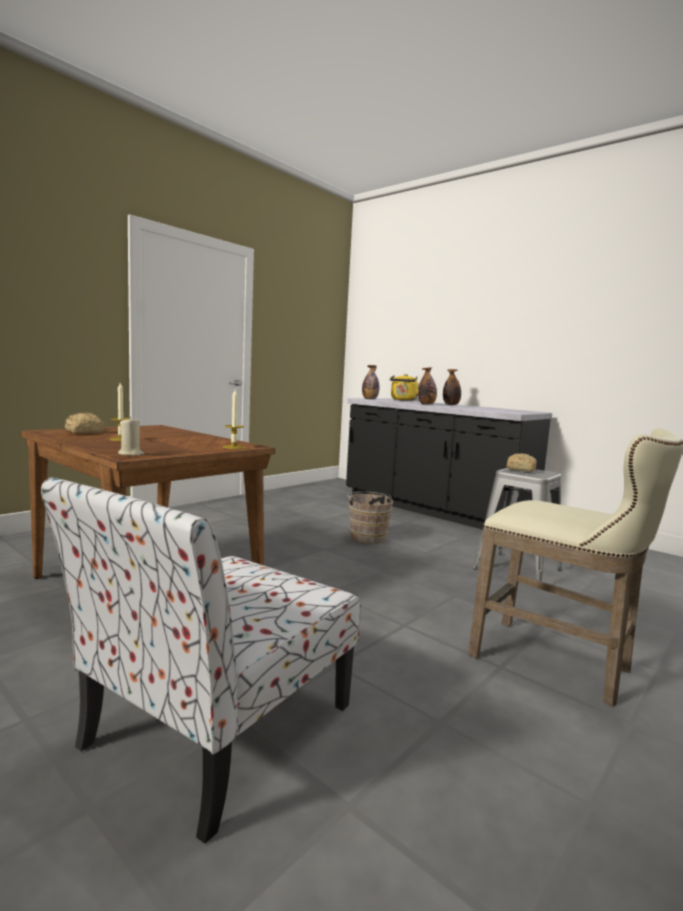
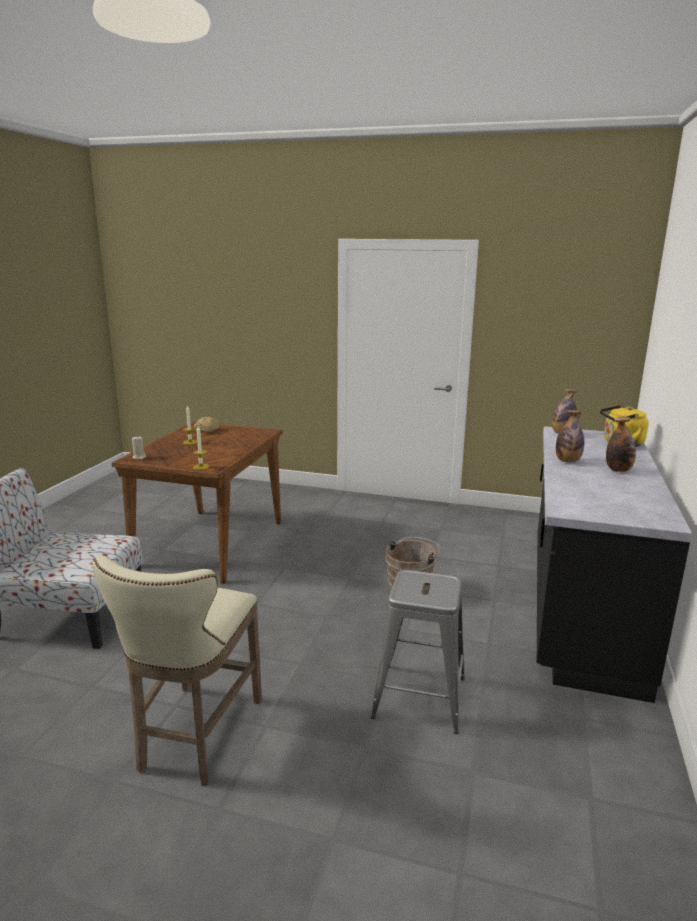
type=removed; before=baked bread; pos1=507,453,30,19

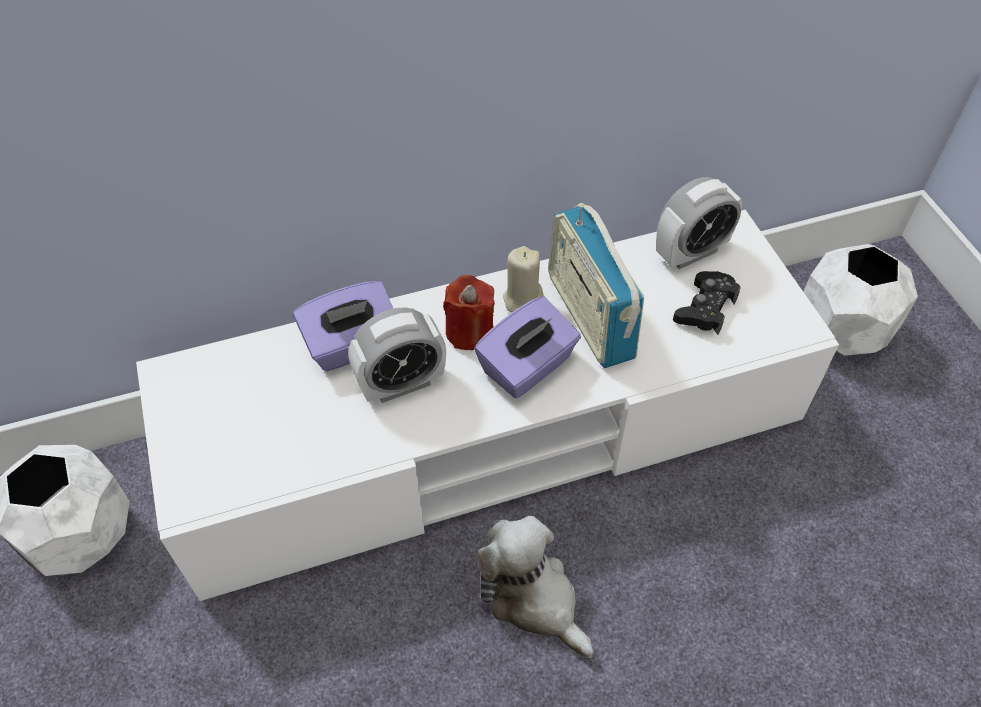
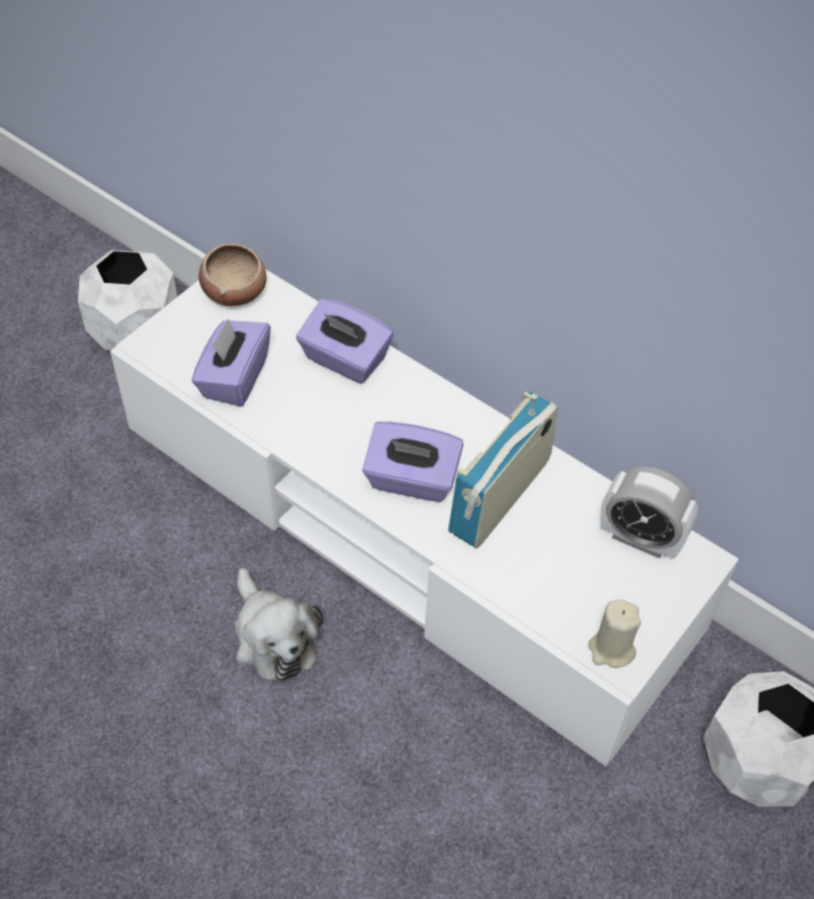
type=removed; before=bedside clock; pos1=348,307,98,96
type=removed; before=candle (red-coloured); pos1=443,275,52,75
type=turned; before=soft toy; pos1=477,516,117,142; pos2=235,568,88,115; turn=135
type=moved; before=candle (beige-coloured); pos1=503,246,40,66; pos2=588,600,53,68
type=removed; before=gamepad (black); pos1=673,271,68,64
type=added; after=box of tissues (purplish); pos2=192,319,79,88
type=added; after=bowl; pos2=199,243,68,63

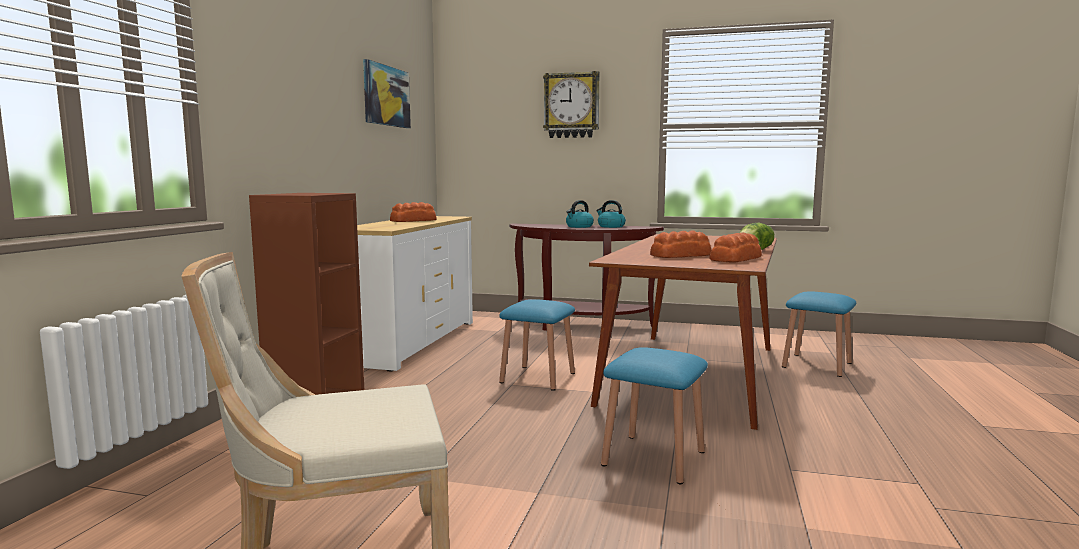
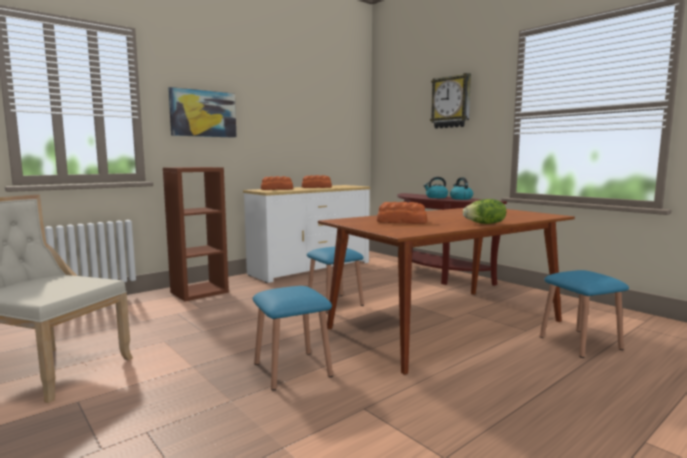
type=moved; before=wall art; pos1=363,59,48,69; pos2=168,87,69,51
type=moved; before=baked bread; pos1=709,232,53,30; pos2=261,176,32,14

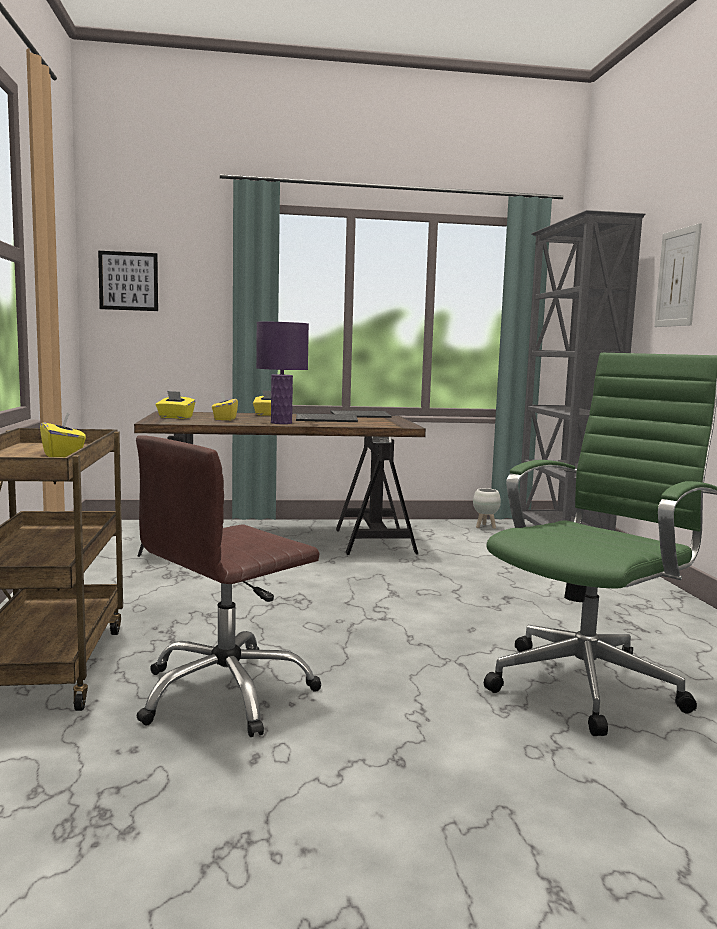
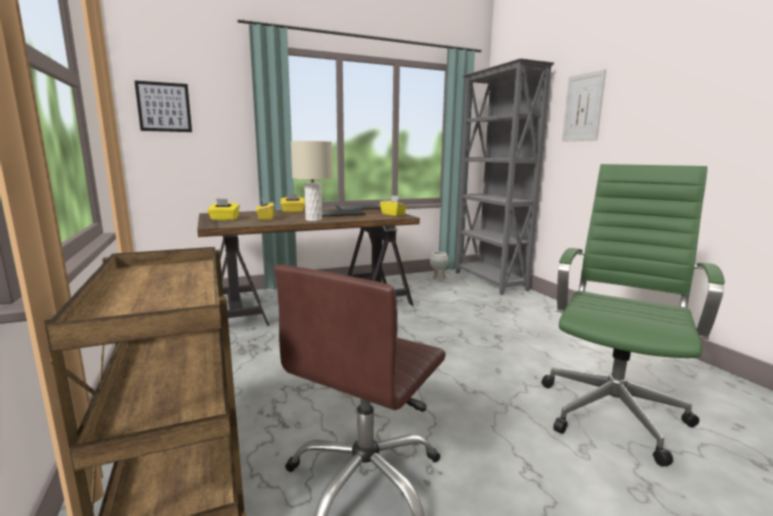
type=moved; before=box of tissues (yellowish); pos1=40,413,46,44; pos2=380,195,27,21
type=recoloured; before=tabletop lamp (purplish); after=tabletop lamp (beige-coloured); pos1=256,322,53,102; pos2=291,141,42,80

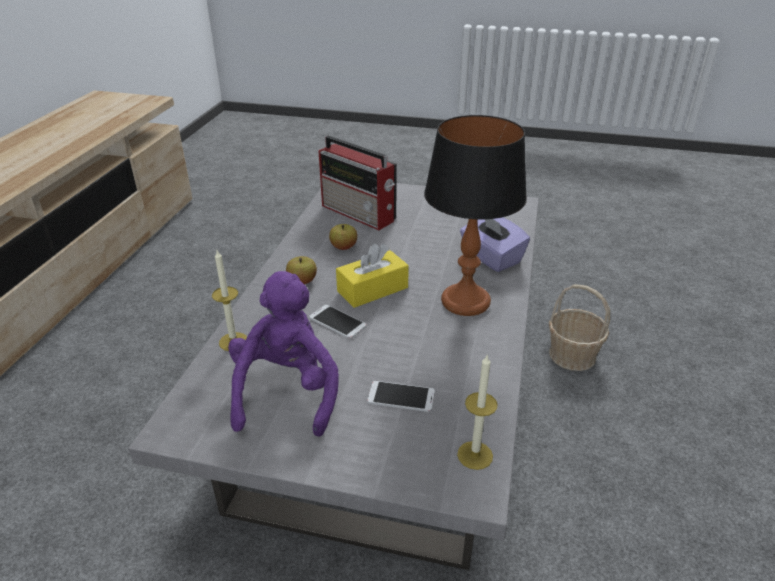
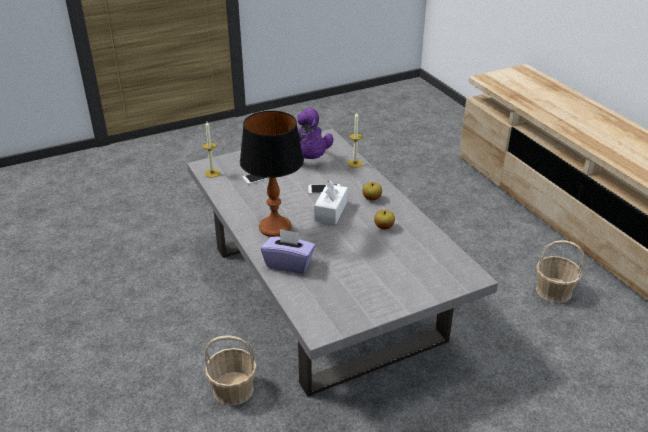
type=removed; before=radio receiver; pos1=319,136,78,94
type=recoloured; before=box of tissues (yellowish); after=box of tissues (white-coloured); pos1=336,244,73,64; pos2=314,180,34,45
type=added; after=basket; pos2=536,240,48,63

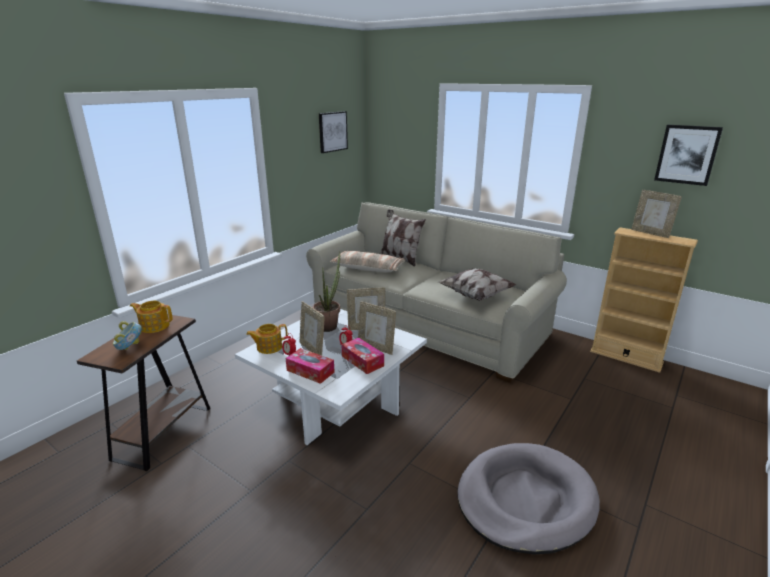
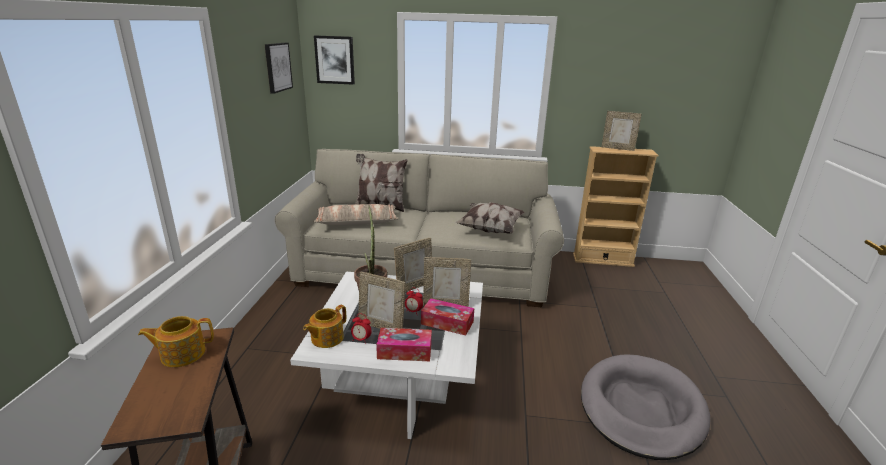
type=removed; before=bowl; pos1=113,321,29,29
type=moved; before=wall art; pos1=654,125,69,61; pos2=314,36,41,49

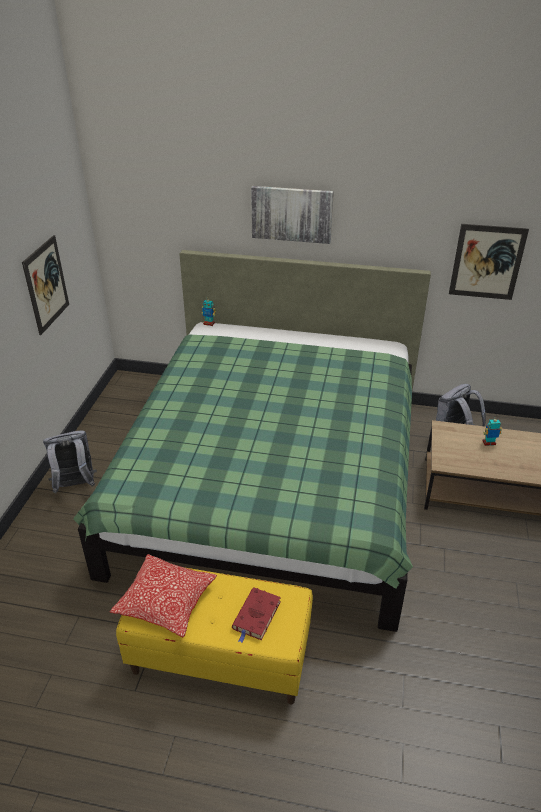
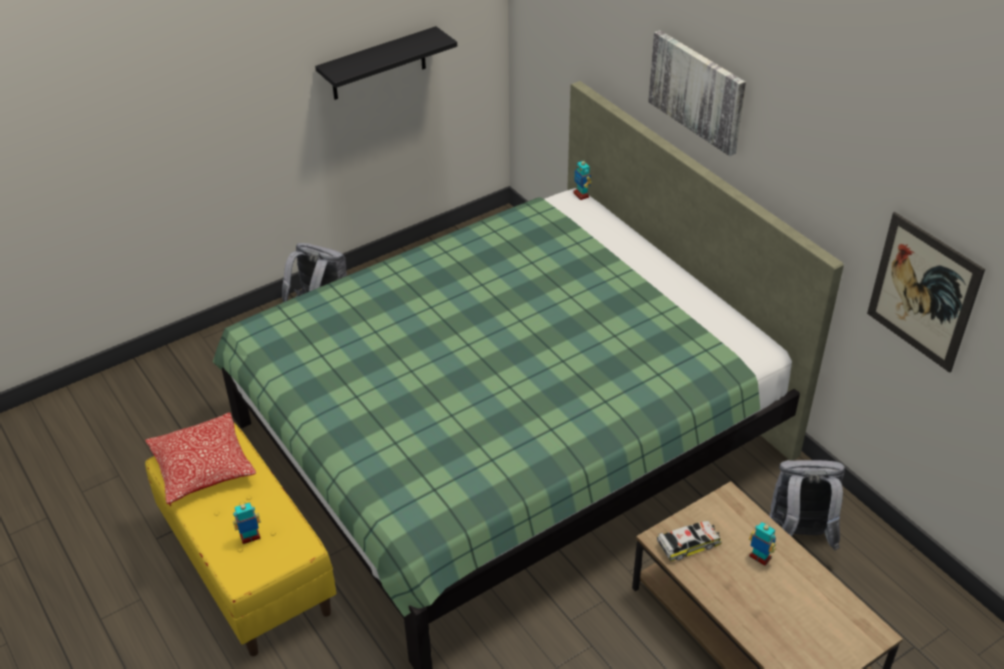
type=replaced; before=wall art; after=shelf (black); pos1=22,235,47,100; pos2=315,26,142,74
type=replaced; before=book (red-coloured); after=robot figure; pos1=232,587,49,56; pos2=233,502,28,42
type=added; after=toy car; pos2=657,521,65,41

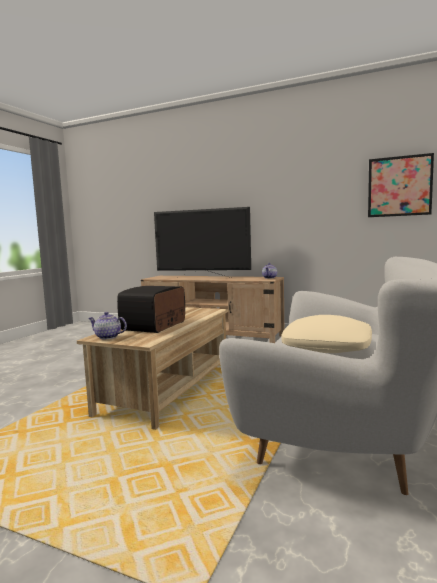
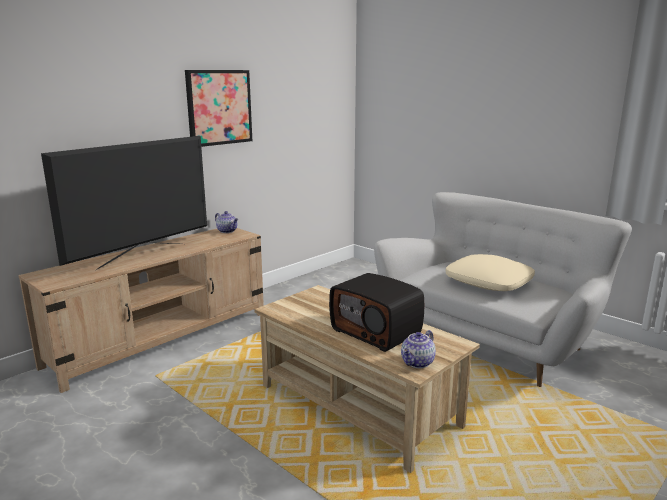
type=moved; before=wall art; pos1=368,153,66,64; pos2=185,70,67,77

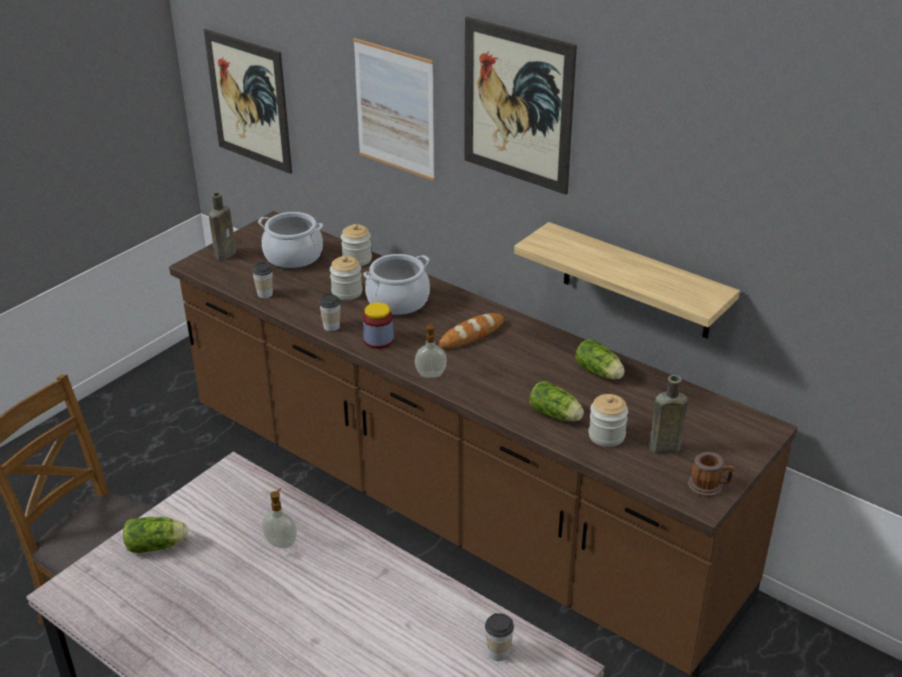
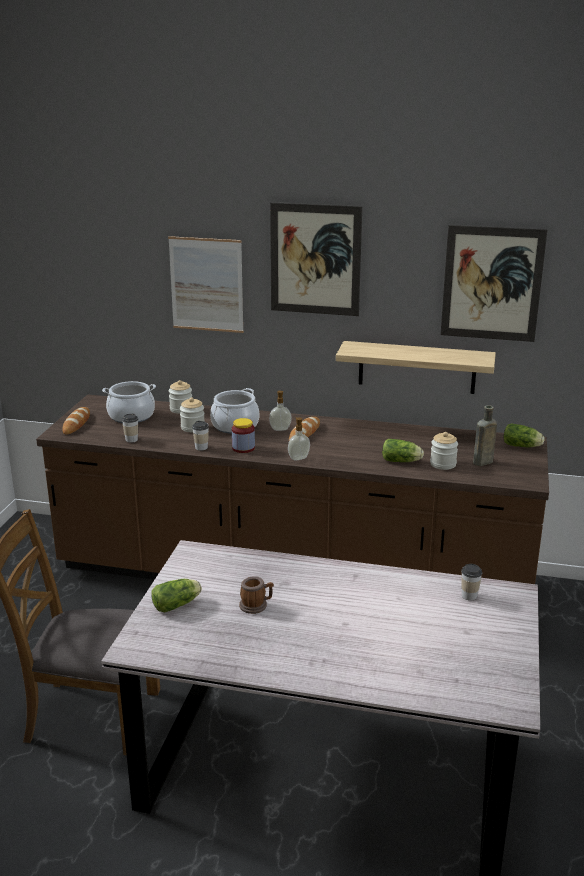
type=moved; before=wall art; pos1=204,29,88,145; pos2=440,225,108,117
type=replaced; before=bottle (brown); after=baked bread; pos1=209,192,27,69; pos2=62,407,28,28
type=moved; before=soap bottle; pos1=262,488,35,60; pos2=269,390,23,41
type=moved; before=head of lettuce; pos1=575,339,50,41; pos2=504,423,40,24
type=moved; before=coffee mug; pos1=688,452,47,45; pos2=239,576,35,38

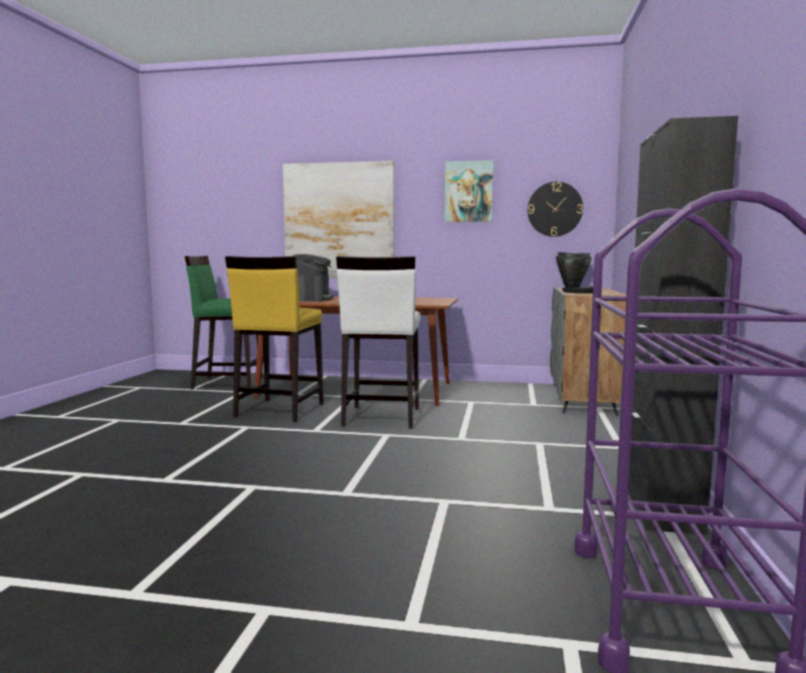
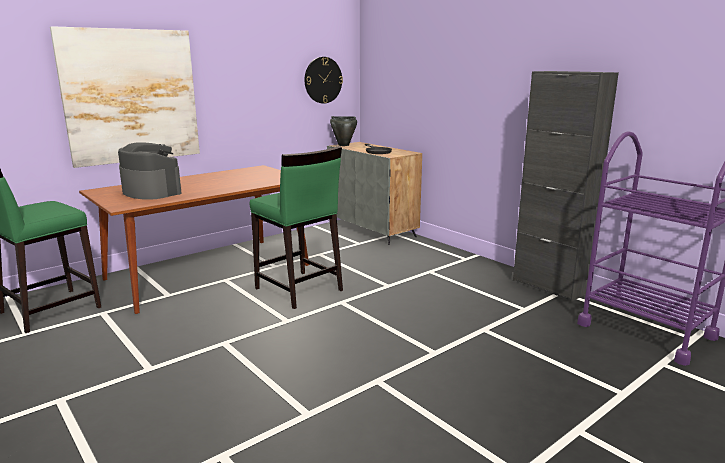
type=removed; before=stool (yellowish); pos1=225,256,99,166
type=recoloured; before=stool (white-coloured); after=stool (greenish); pos1=336,256,85,173; pos2=250,146,93,163
type=removed; before=wall art; pos1=444,160,49,62

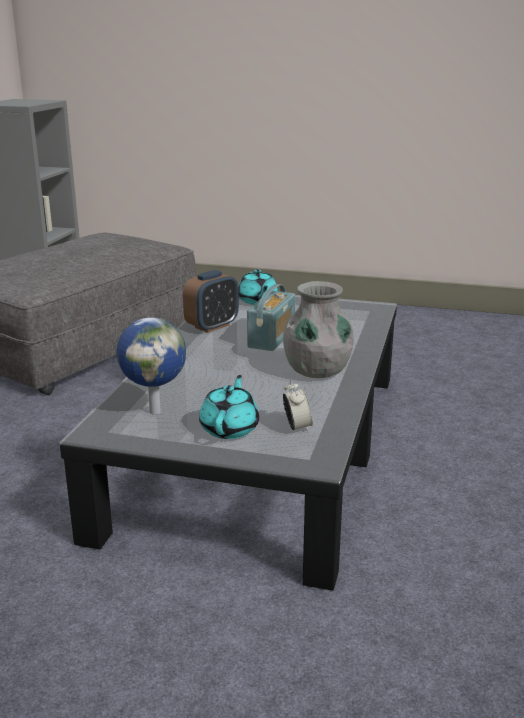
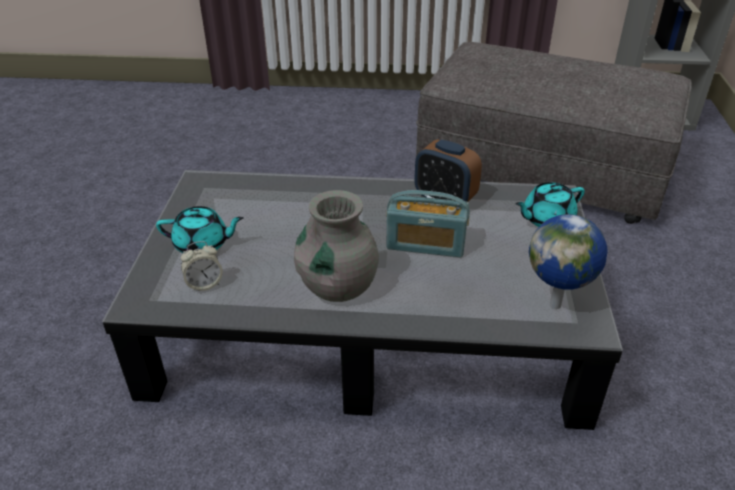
type=moved; before=desk globe; pos1=116,317,70,97; pos2=529,214,78,95

